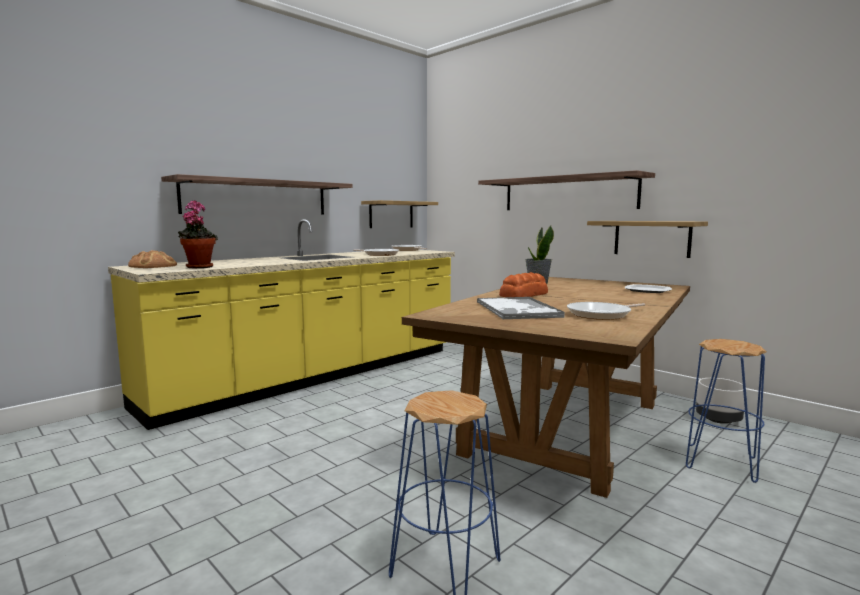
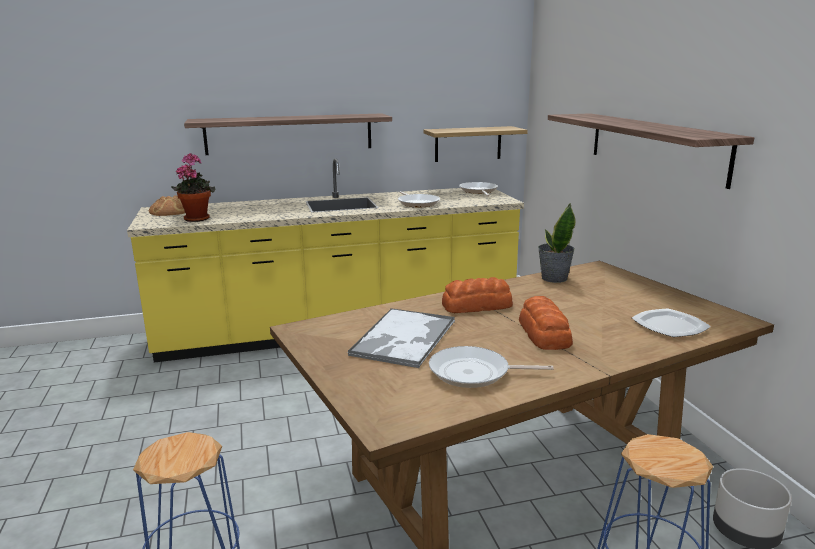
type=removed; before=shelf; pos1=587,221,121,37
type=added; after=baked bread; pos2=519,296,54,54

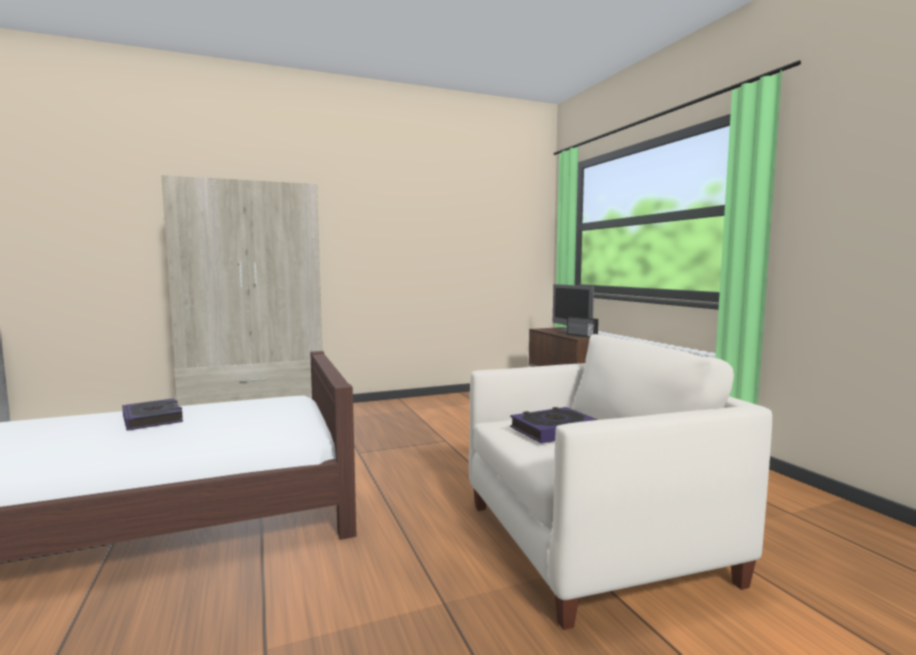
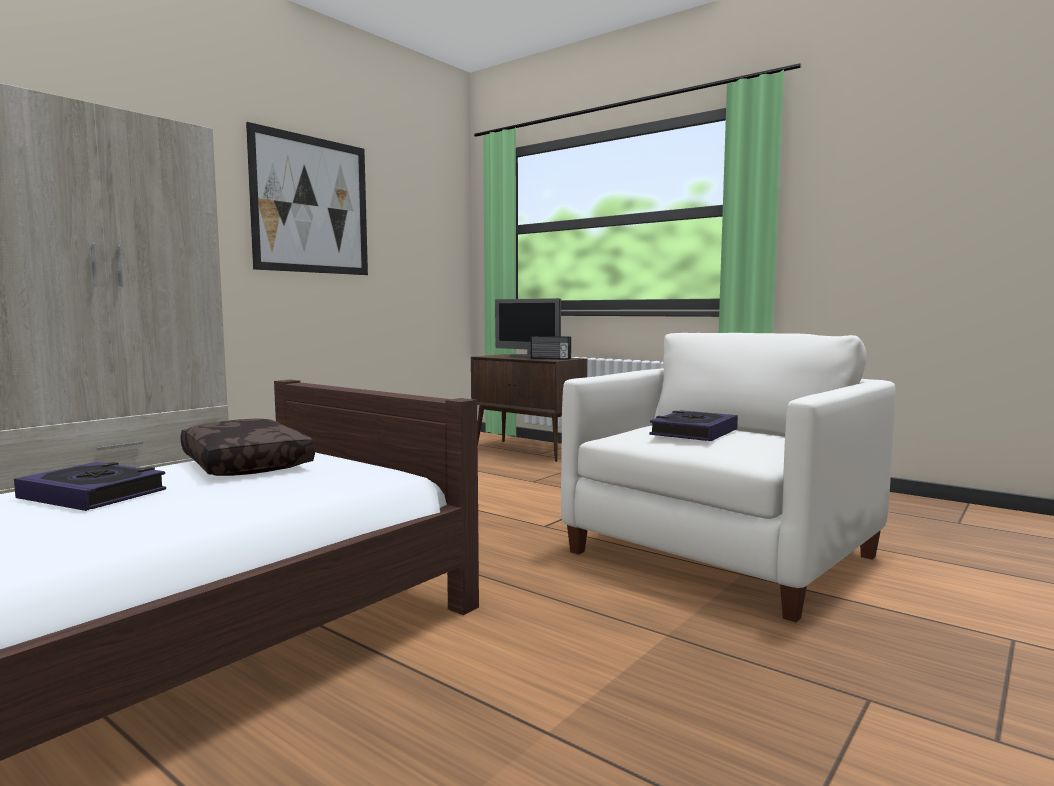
type=added; after=pillow (brown); pos2=180,418,135,58
type=added; after=wall art; pos2=246,122,122,153

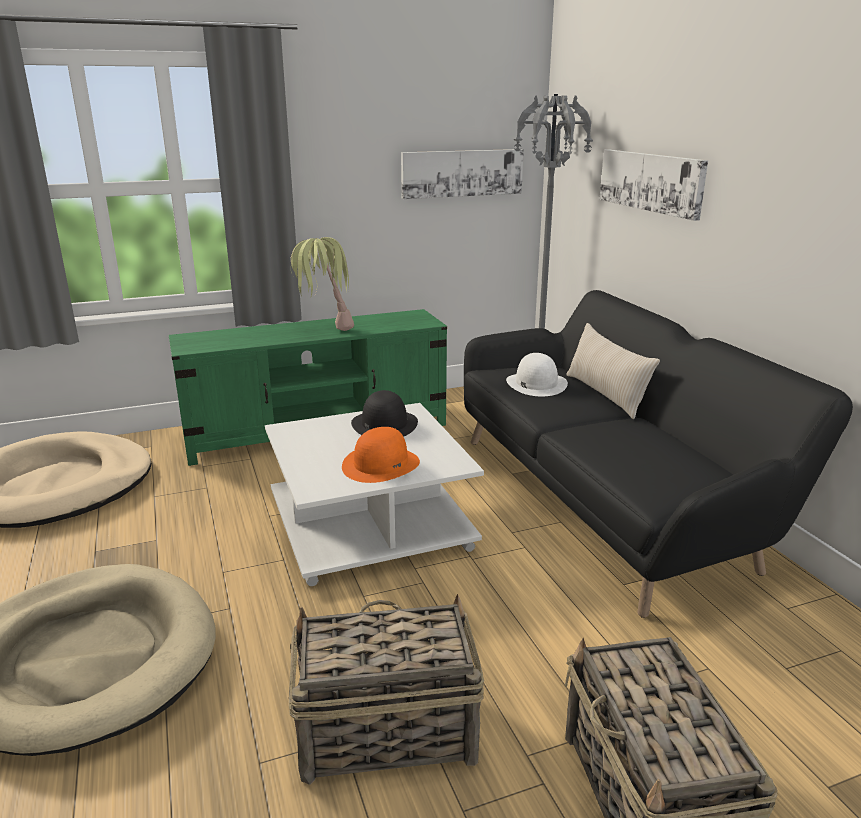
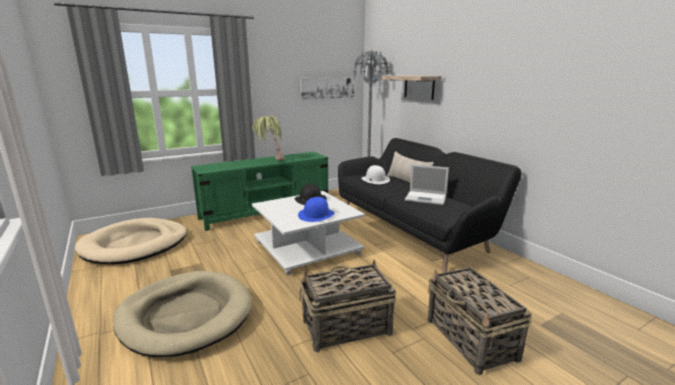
type=recoloured; before=hat (orange-coloured); after=hat (bluish); pos1=342,427,78,56; pos2=298,197,37,25
type=replaced; before=wall art; after=shelf; pos1=599,150,109,71; pos2=381,75,61,25
type=added; after=notebook computer; pos2=405,164,44,41

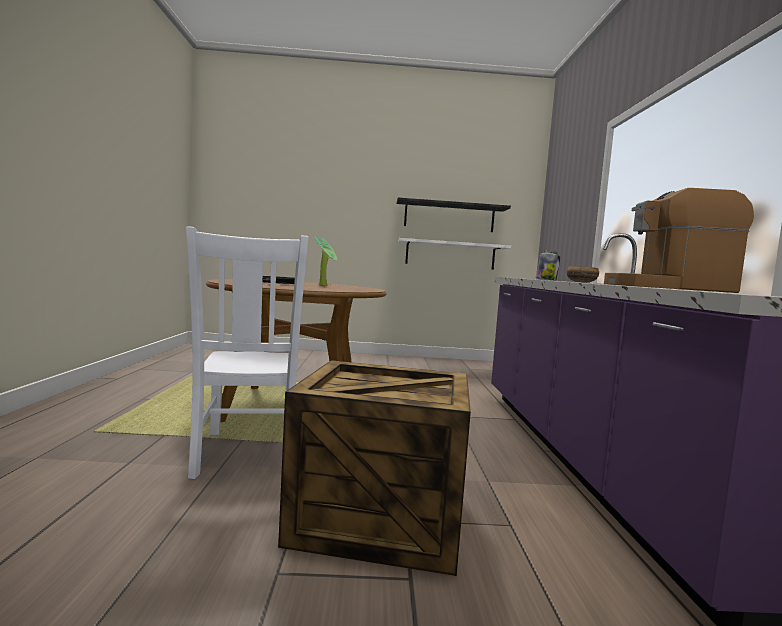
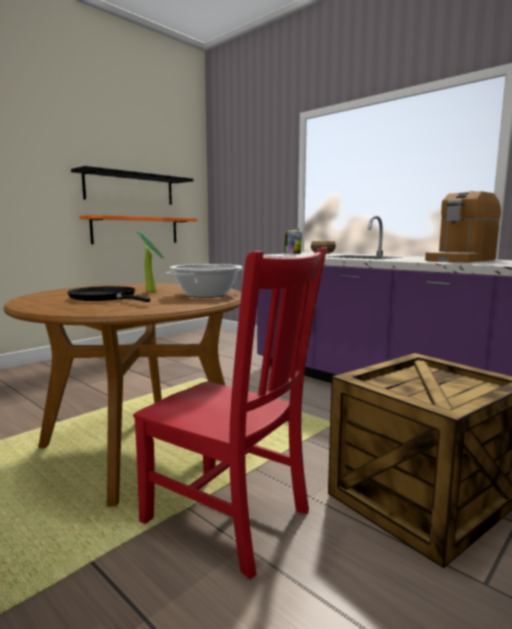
type=recoloured; before=plain chair (white-coloured); after=plain chair (red-coloured); pos1=186,226,123,253; pos2=133,247,194,332
type=recoloured; before=shelf (white-coloured); after=shelf (orange-coloured); pos1=398,238,113,32; pos2=79,215,119,29
type=added; after=saucepot; pos2=166,264,77,34

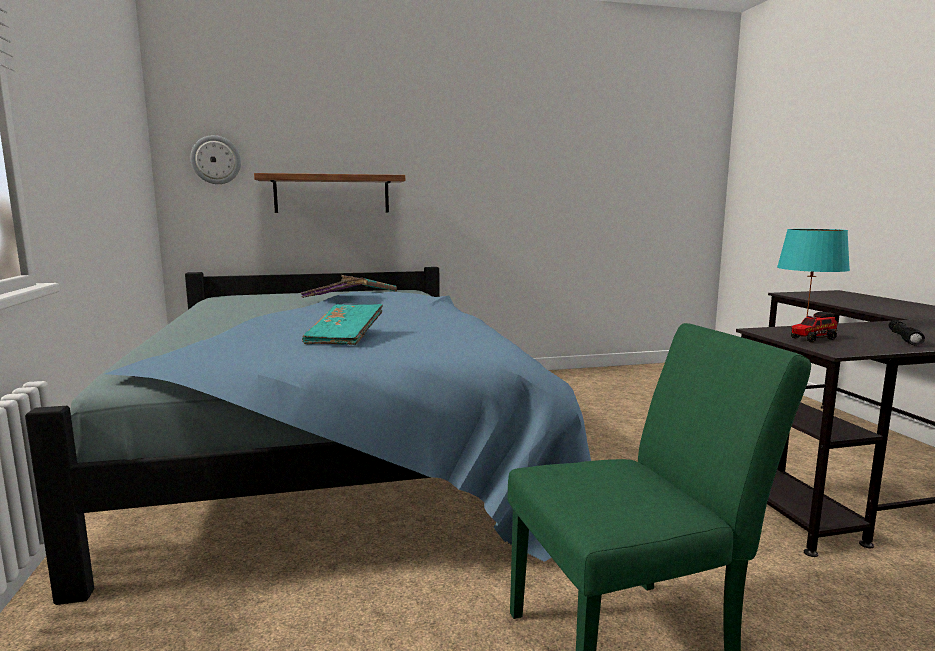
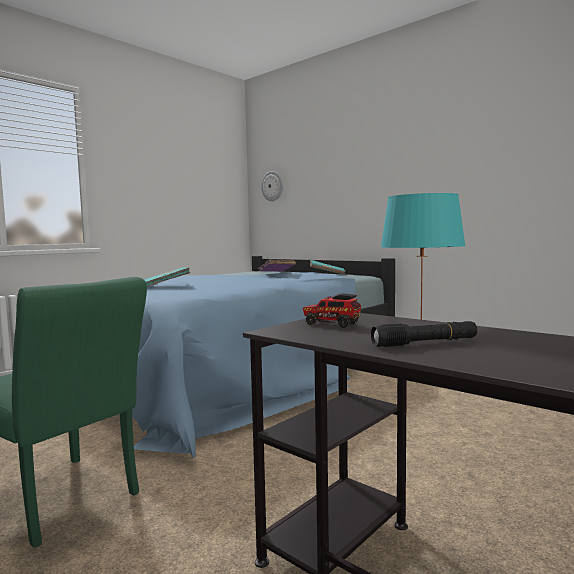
type=removed; before=shelf; pos1=254,173,151,40

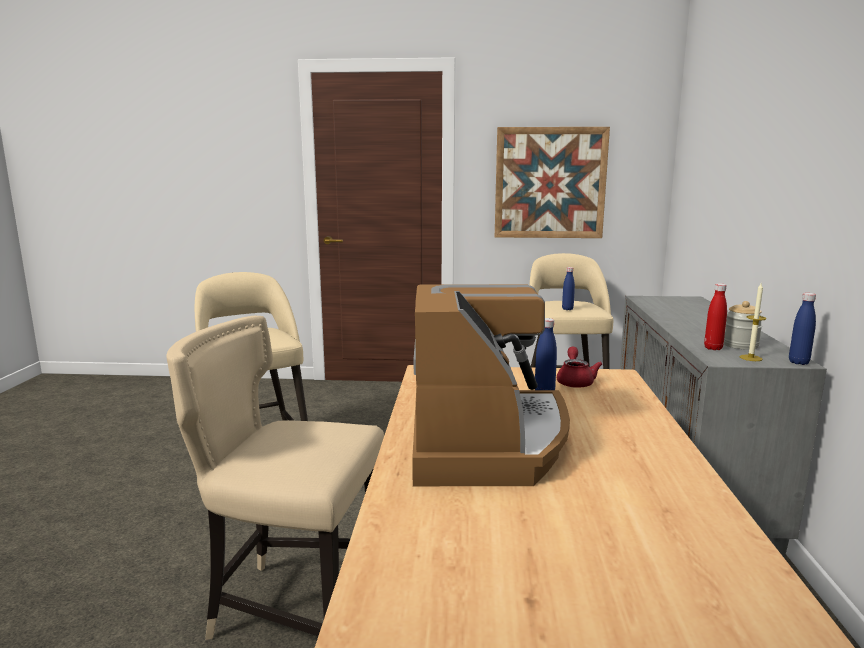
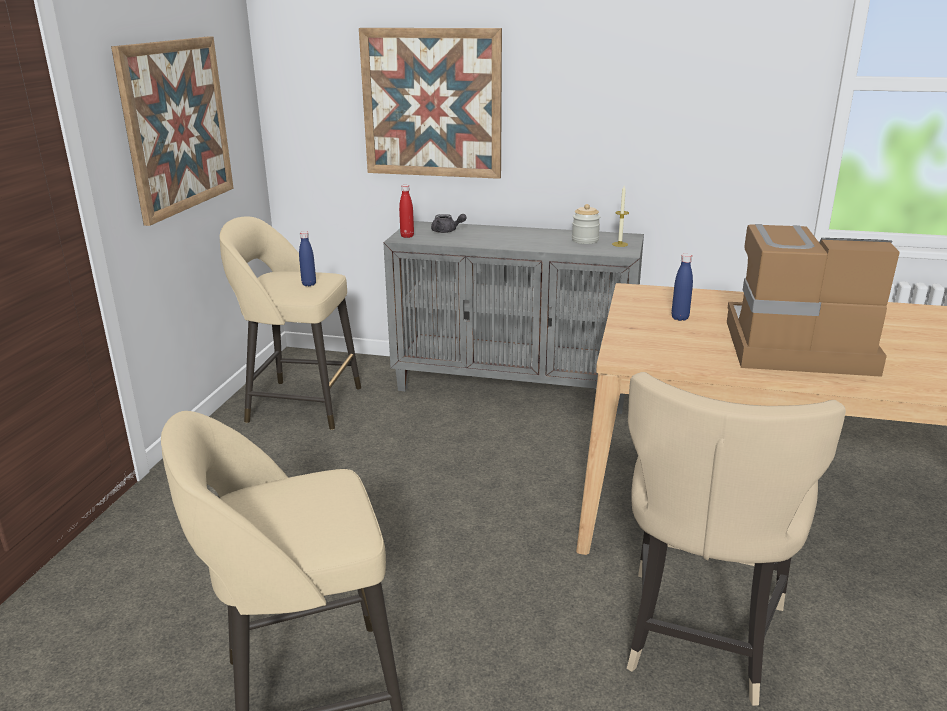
type=removed; before=pot for tea (red-coloured); pos1=557,346,45,42
type=moved; before=bottle (red-coloured); pos1=704,283,23,67; pos2=399,185,15,53
type=removed; before=bottle (bluish); pos1=789,293,27,72
type=added; after=wall art; pos2=359,28,143,151
type=added; after=pot for tea (grey); pos2=431,214,36,19

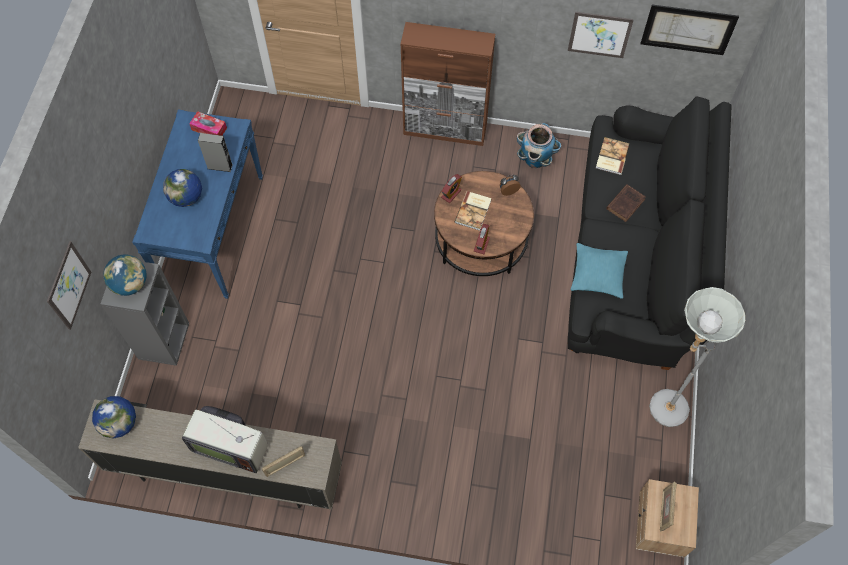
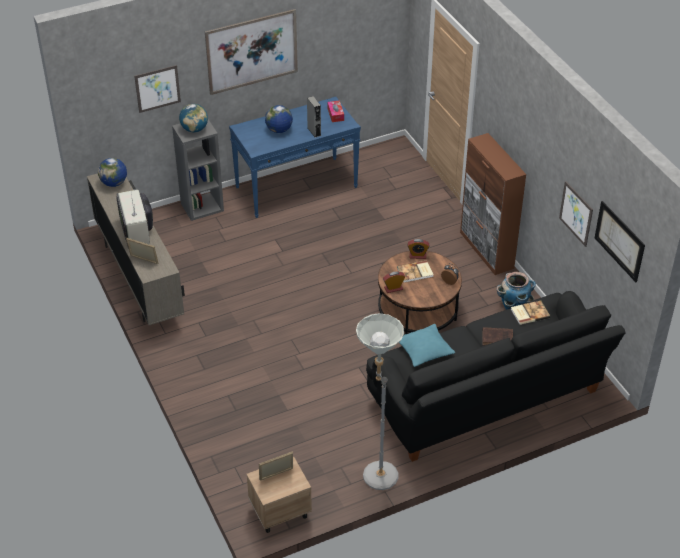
type=added; after=wall art; pos2=205,9,93,86

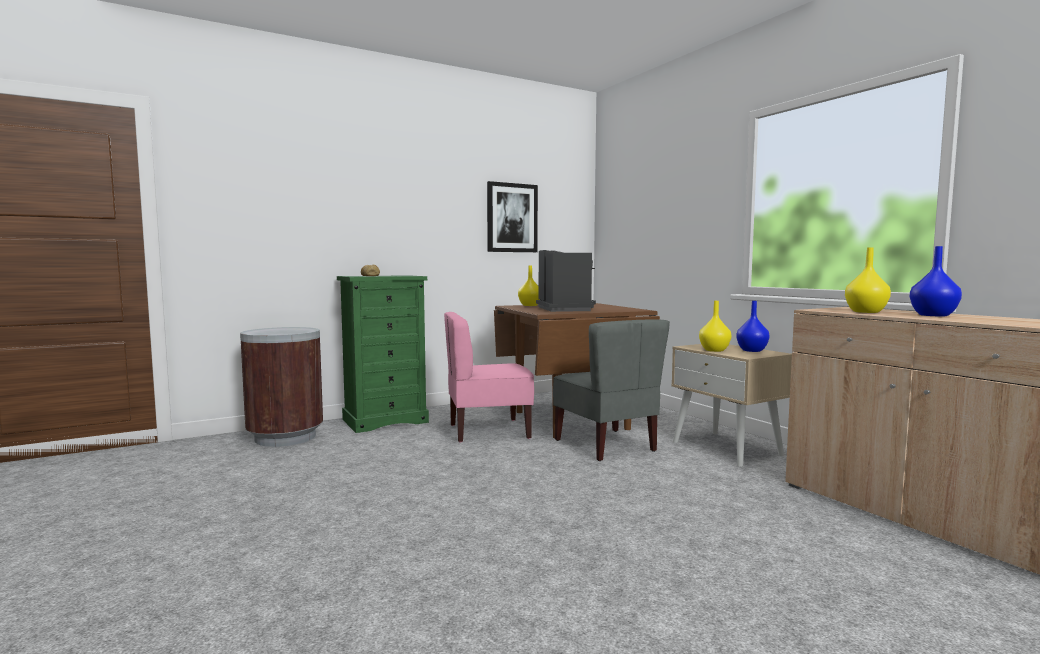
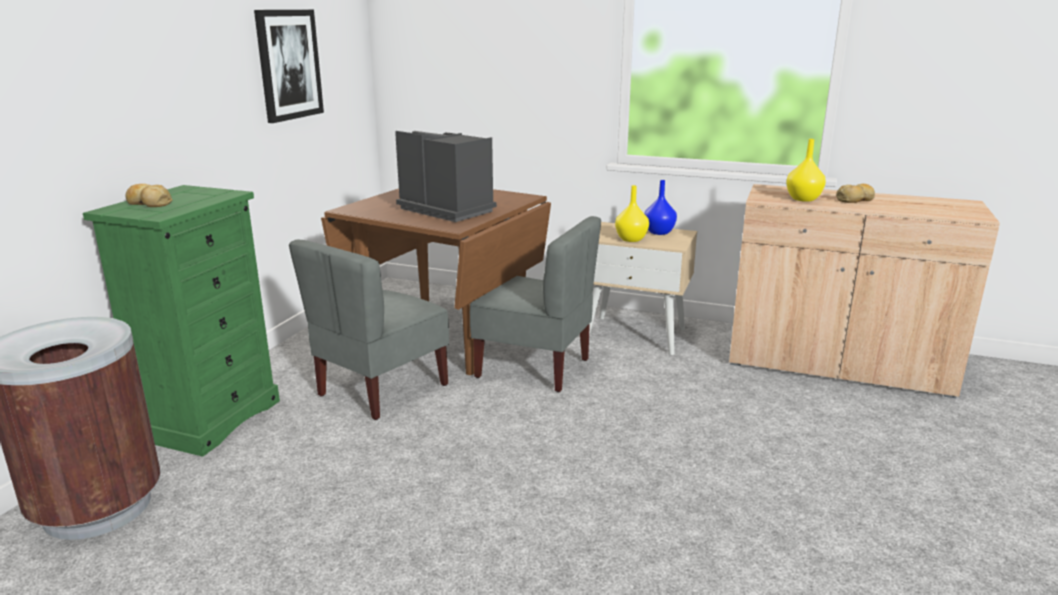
type=recoloured; before=plain chair (pinkish); after=plain chair (grey); pos1=444,312,90,131; pos2=289,240,160,180
type=removed; before=decorative vase (yellowish); pos1=518,266,21,40
type=replaced; before=decorative vase (bluish); after=baked bread; pos1=910,246,52,70; pos2=836,184,39,19

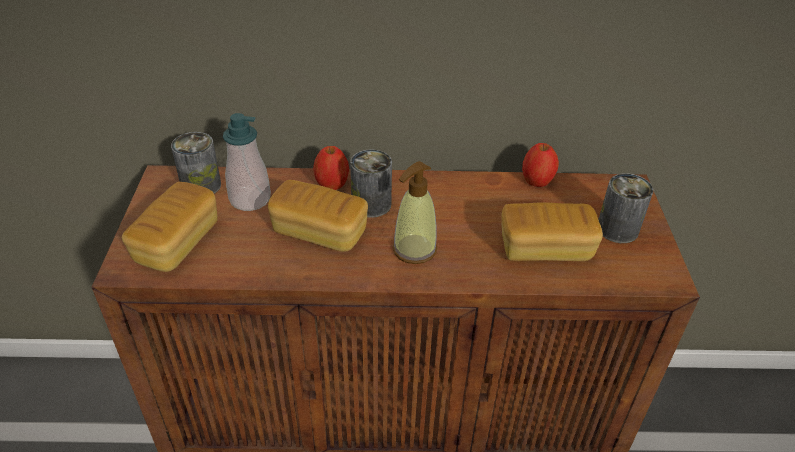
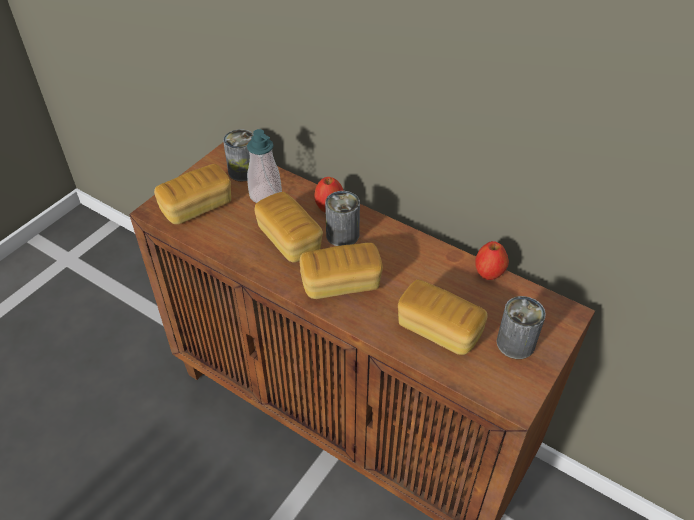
type=replaced; before=soap bottle; after=baked bread; pos1=393,161,44,103; pos2=300,243,83,56

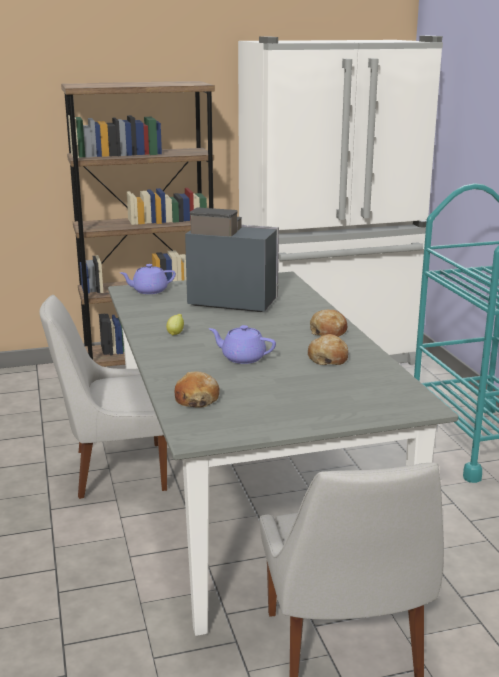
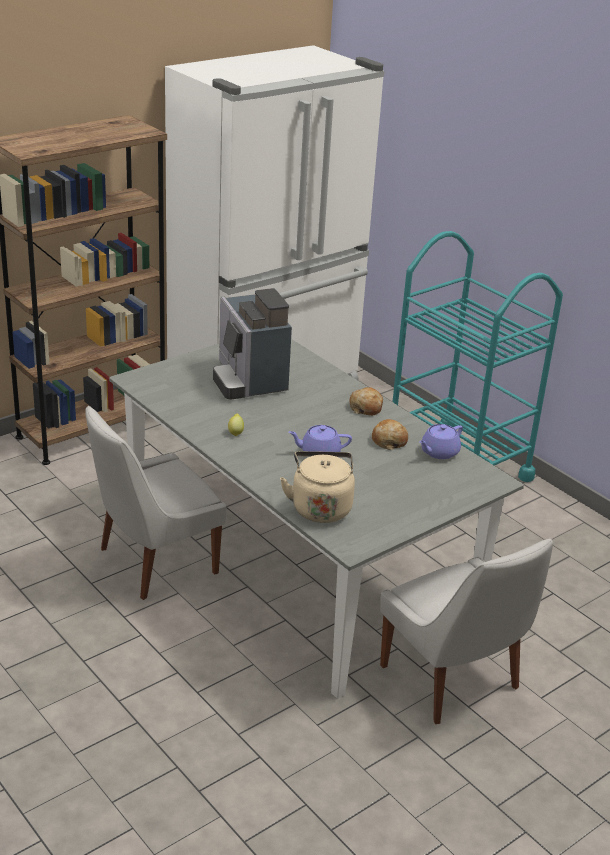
type=moved; before=pot for tea (purplish); pos1=120,264,56,30; pos2=419,424,44,35
type=replaced; before=baked bread; after=tea kettle (beige-coloured); pos1=175,371,44,37; pos2=280,451,75,72
type=turned; before=coffee maker; pos1=185,208,94,104; pos2=213,288,79,111; turn=-105

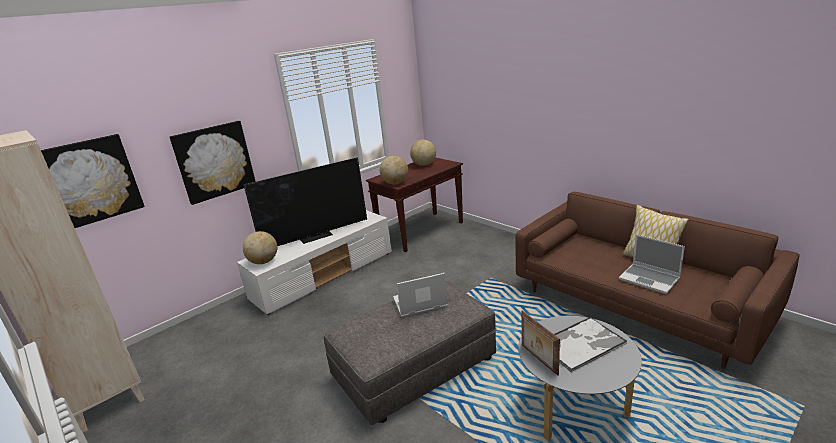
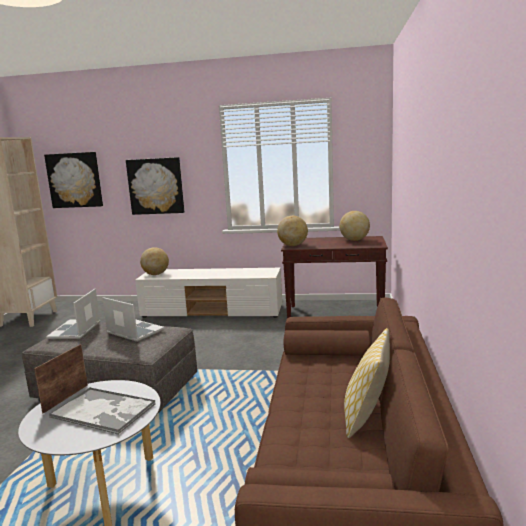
type=removed; before=TV set; pos1=244,157,123,89
type=moved; before=notebook computer; pos1=619,234,66,60; pos2=46,289,55,50

